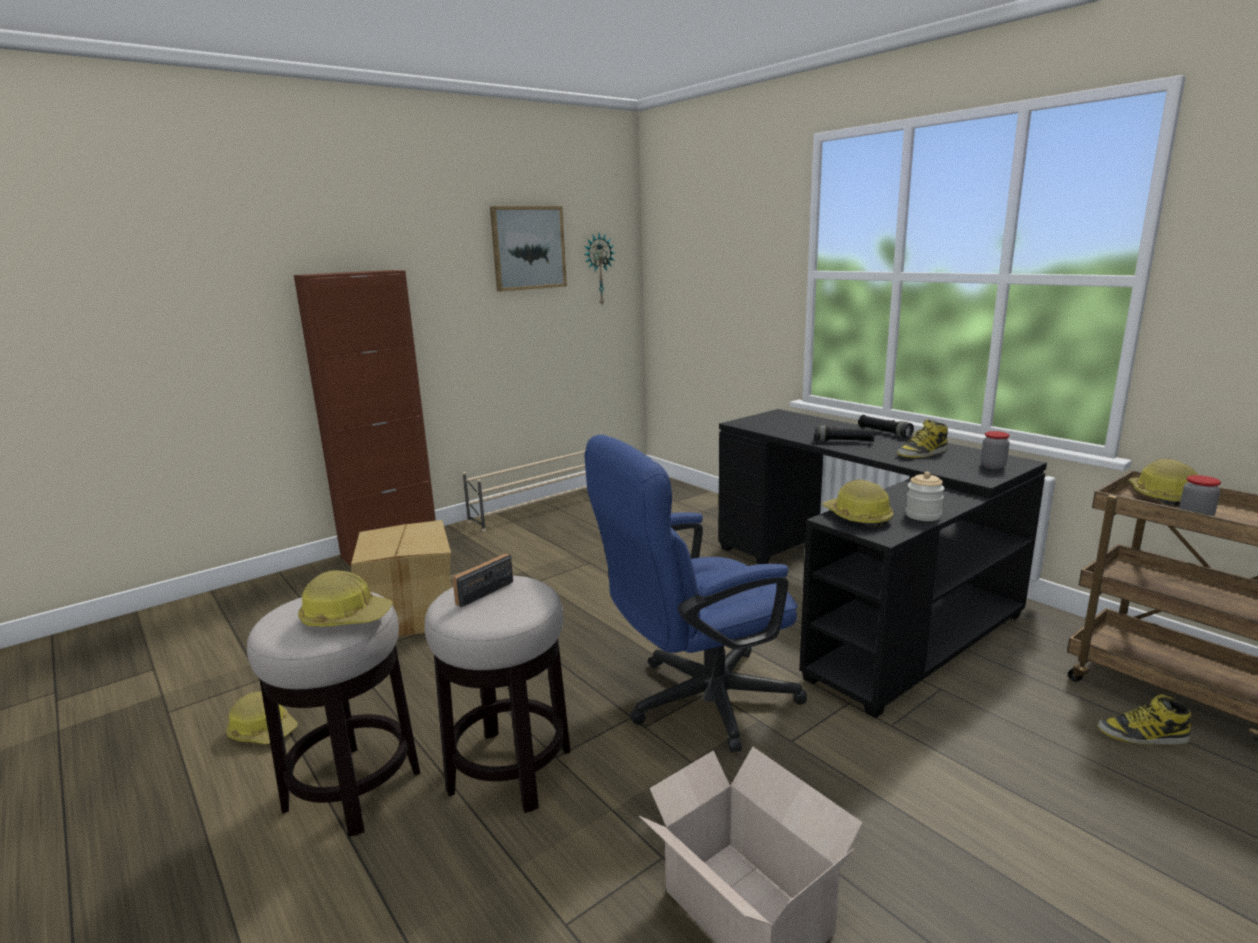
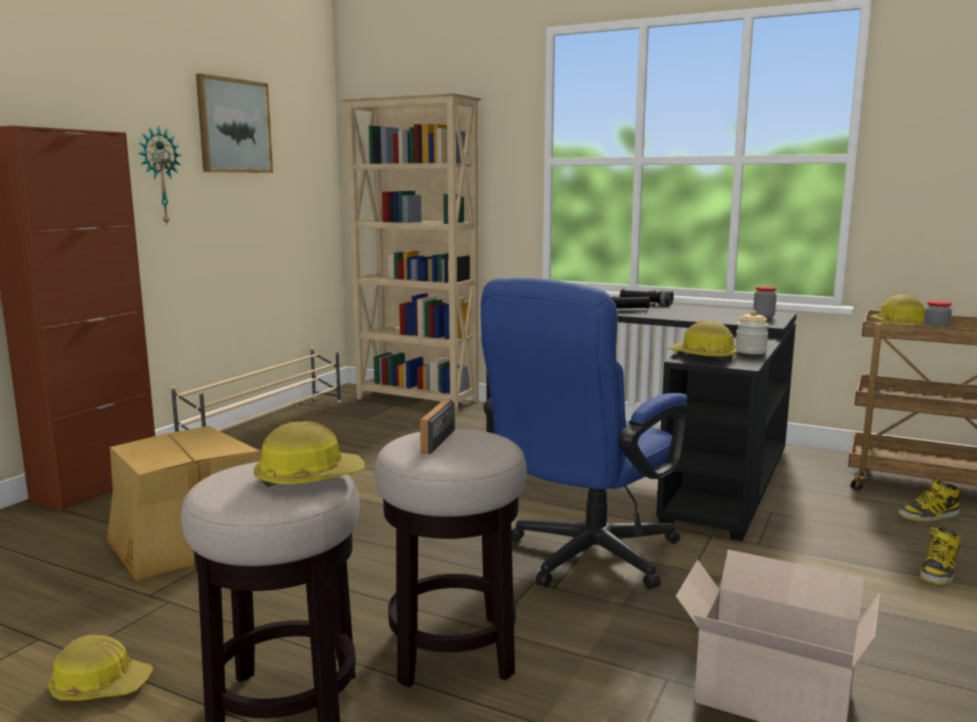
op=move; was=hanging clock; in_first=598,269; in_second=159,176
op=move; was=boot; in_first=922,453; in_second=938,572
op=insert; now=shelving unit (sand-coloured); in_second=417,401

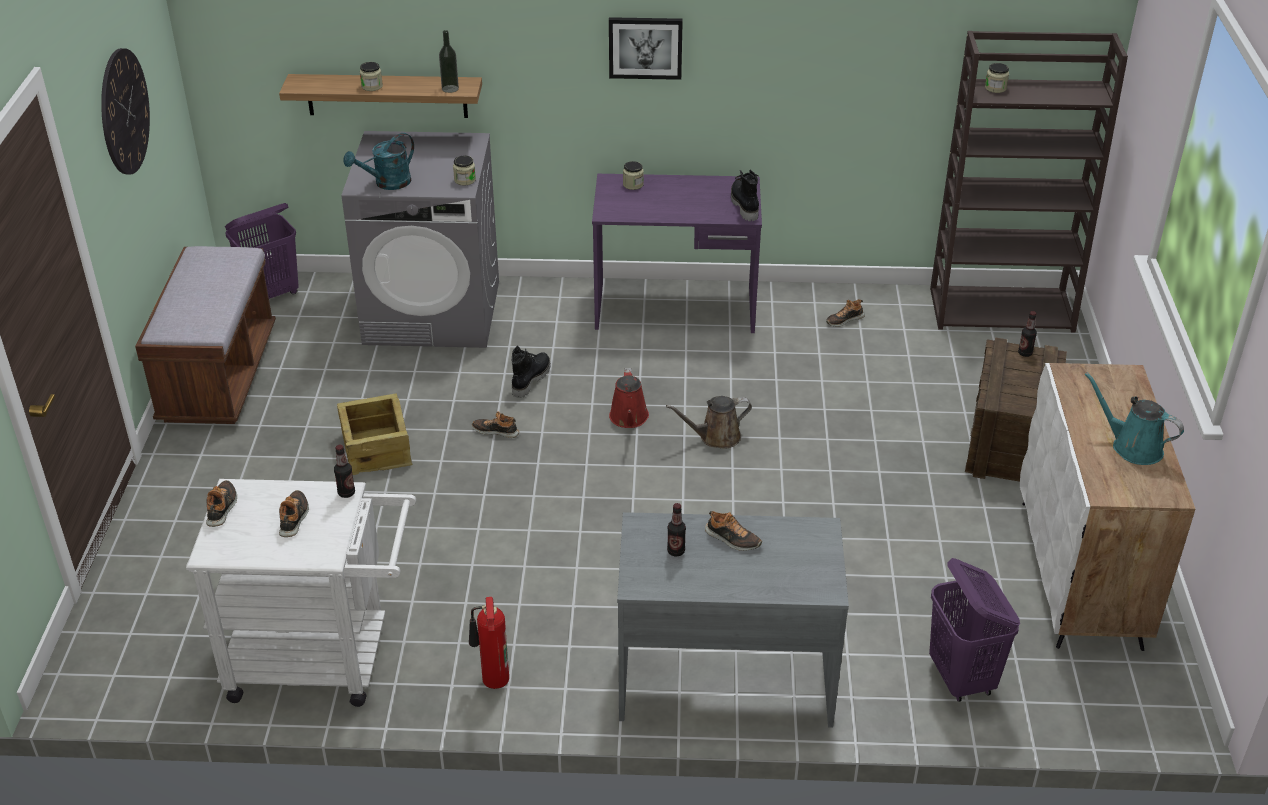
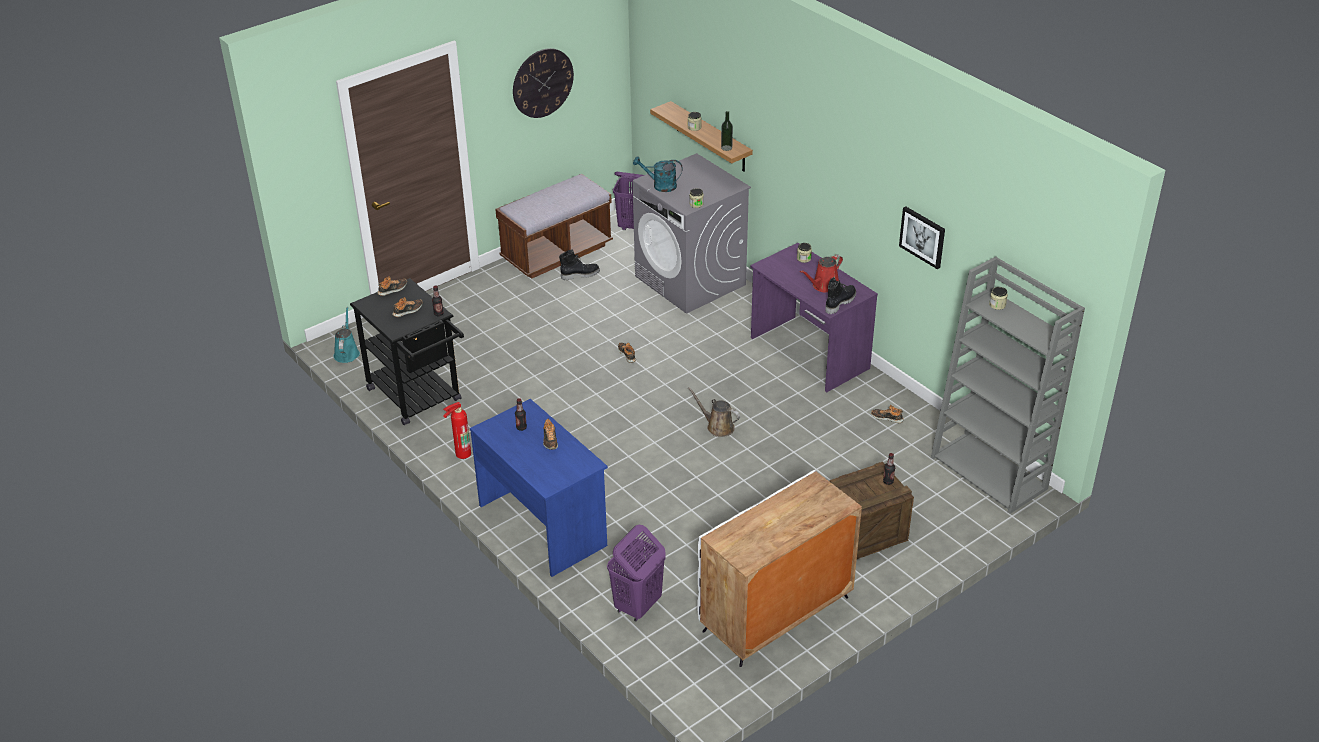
op=move; was=wall picture; in_first=645,47; in_second=923,237
op=recolor; was=shelving unit (brown); now=shelving unit (greyish); in_first=1002,309; in_second=990,473
op=move; was=boot (black); in_first=530,379; in_second=580,274
op=move; was=watering can (red); in_first=629,418; in_second=823,286
op=move; was=watering can (turquoise); in_first=1132,447; in_second=347,353
op=delete; was=crate; in_first=377,448
op=recolor; was=cart (white); now=cart (black); in_first=323,660; in_second=418,398
op=recolor; was=desk (greyish); now=desk (bluish); in_first=724,679; in_second=543,524

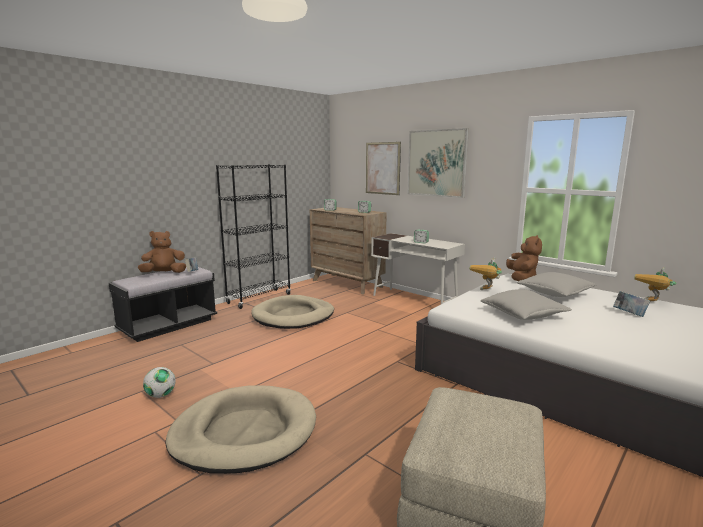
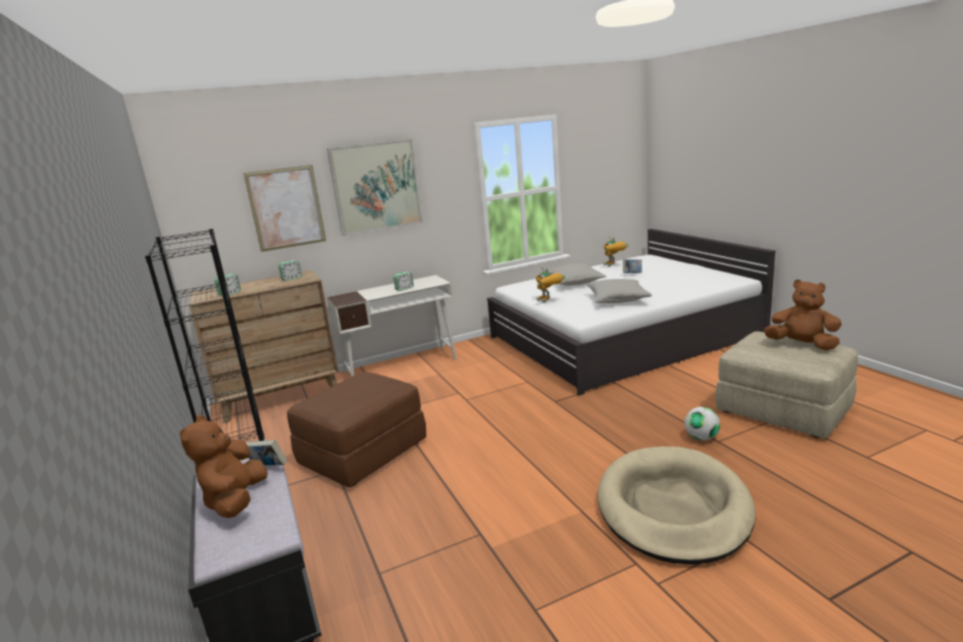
op=move; was=plush toy (brown); in_first=521,278; in_second=802,345
op=replace; was=pet bed (sand-coloured); now=ottoman (brown); in_first=293,316; in_second=363,452
op=move; was=football; in_first=161,395; in_second=701,438

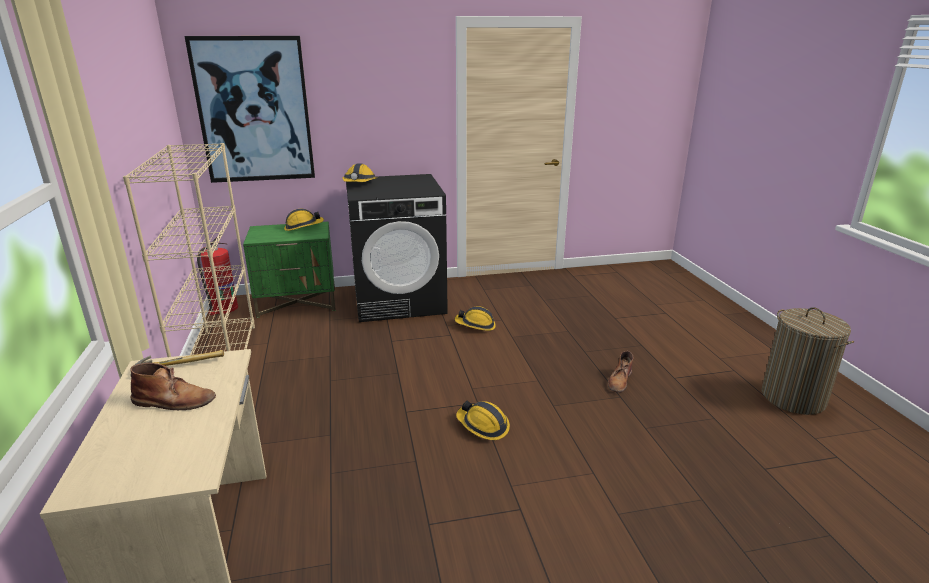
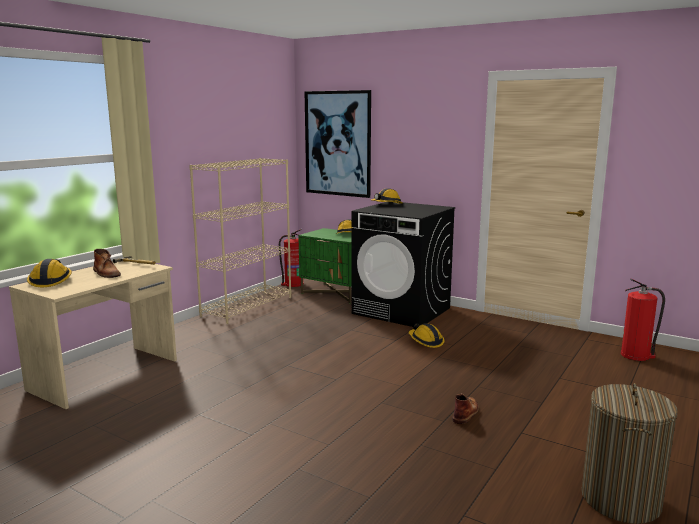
op=rotate; was=boot (brown); in_first=619,381; in_second=466,413; clockwise=135
op=move; was=safety helmet; in_first=483,426; in_second=51,281
op=insert; now=fire extinguisher; in_second=636,355

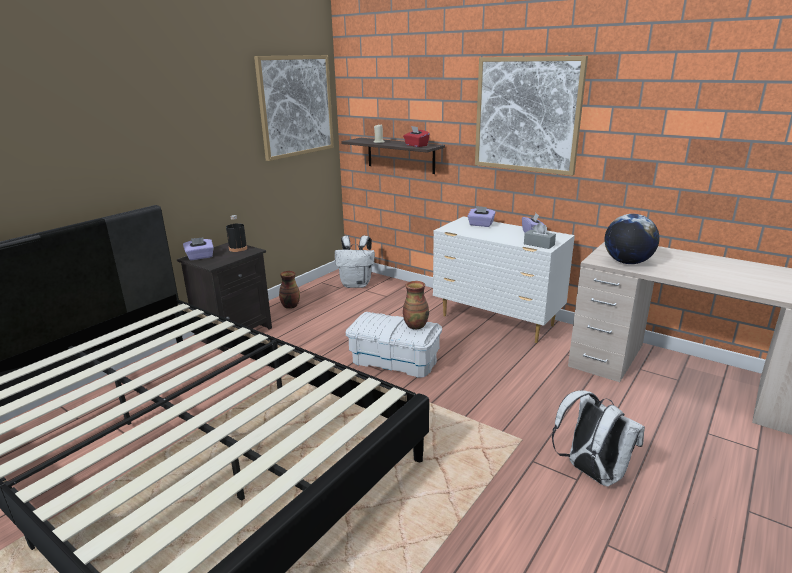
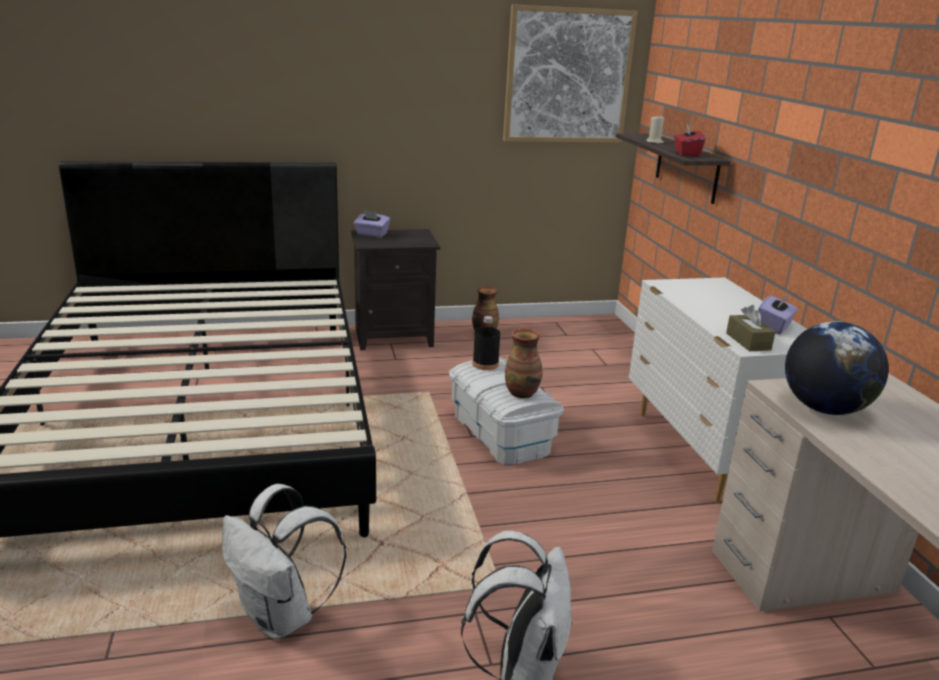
op=delete; was=wall picture; in_first=527,115
op=delete; was=tissue box (purple-coloured); in_first=480,224
op=move; was=drink bottle (black); in_first=238,249; in_second=485,364
op=recolor; was=tissue box (greyish); now=tissue box (brown); in_first=539,244; in_second=748,341
op=move; was=rucksack (white); in_first=356,284; in_second=282,617

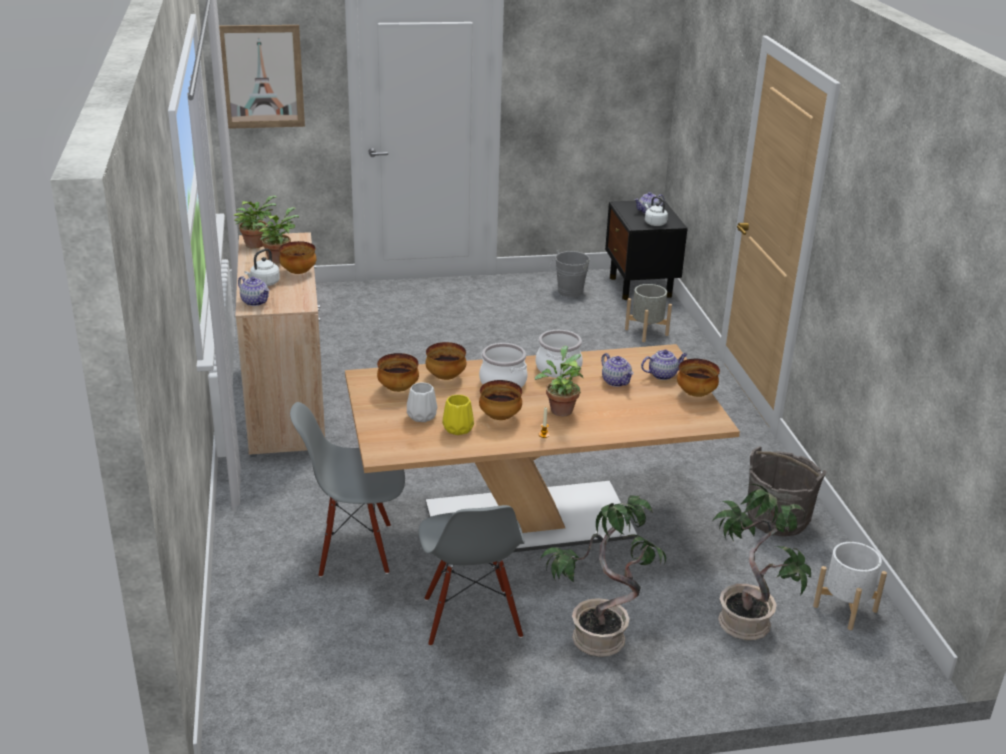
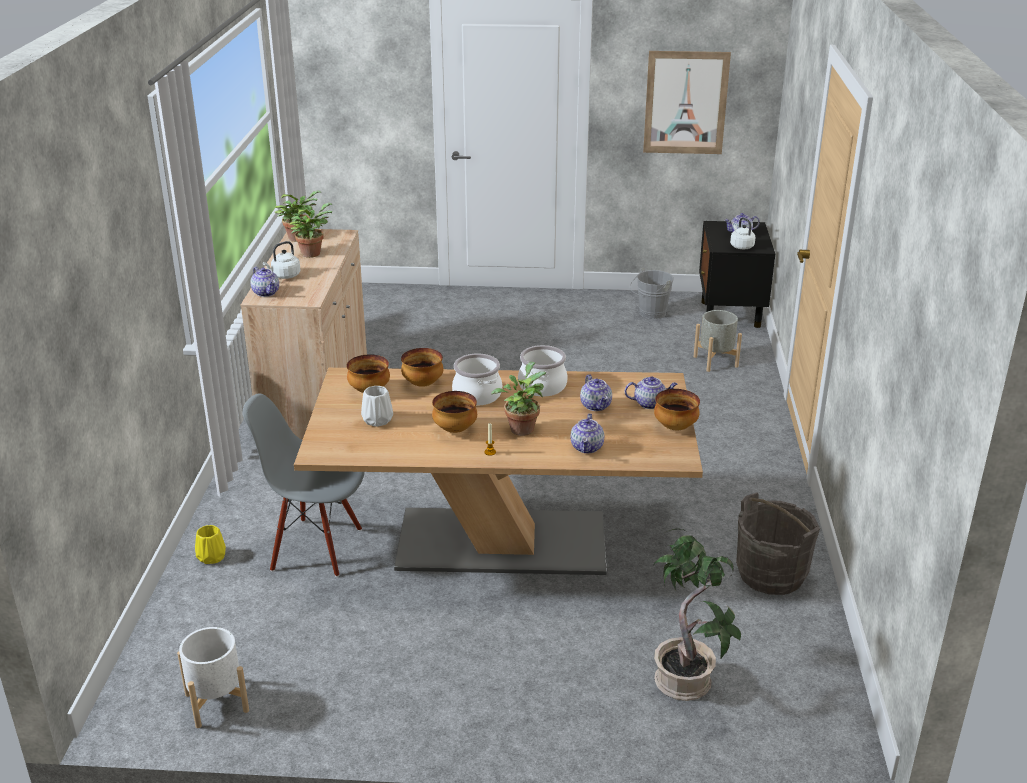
op=move; was=wall picture; in_first=261,77; in_second=685,103
op=delete; was=deep dish; in_first=299,272
op=move; was=flower vase (yellow-coloured); in_first=458,428; in_second=212,557
op=delete; was=plant in a pot; in_first=599,637
op=delete; was=chair (greyish); in_first=471,618
op=move; was=flower pot (white); in_first=845,608; in_second=217,702
op=insert; now=teapot; in_second=587,447

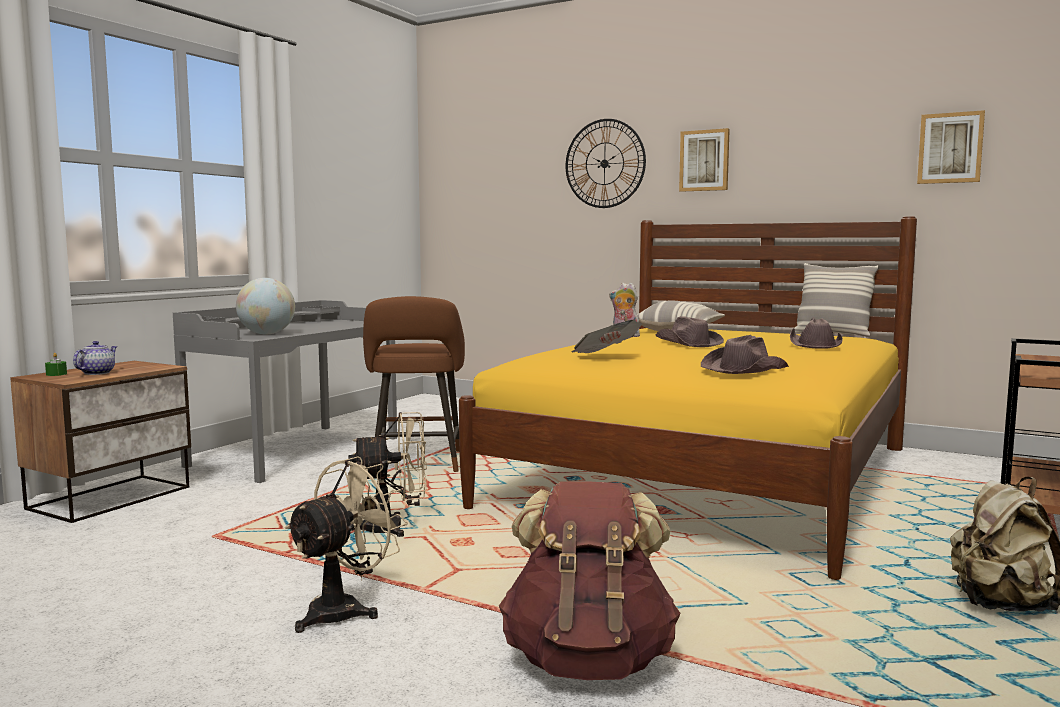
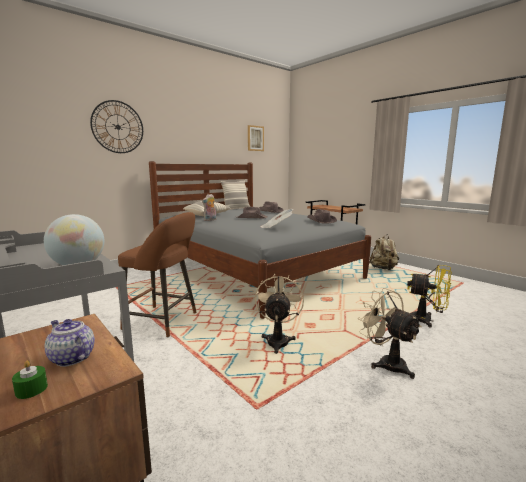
op=delete; was=wall picture; in_first=704,160
op=recolor; was=bed (yellow-coloured); now=bed (greyish); in_first=708,475; in_second=254,271
op=replace; was=rucksack (brown); now=cooling fan (yellow-coloured); in_first=588,660; in_second=427,320

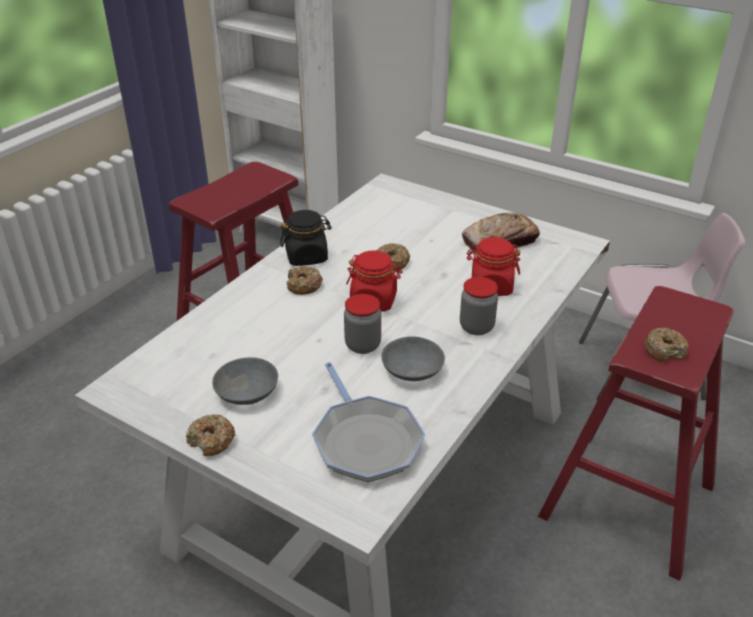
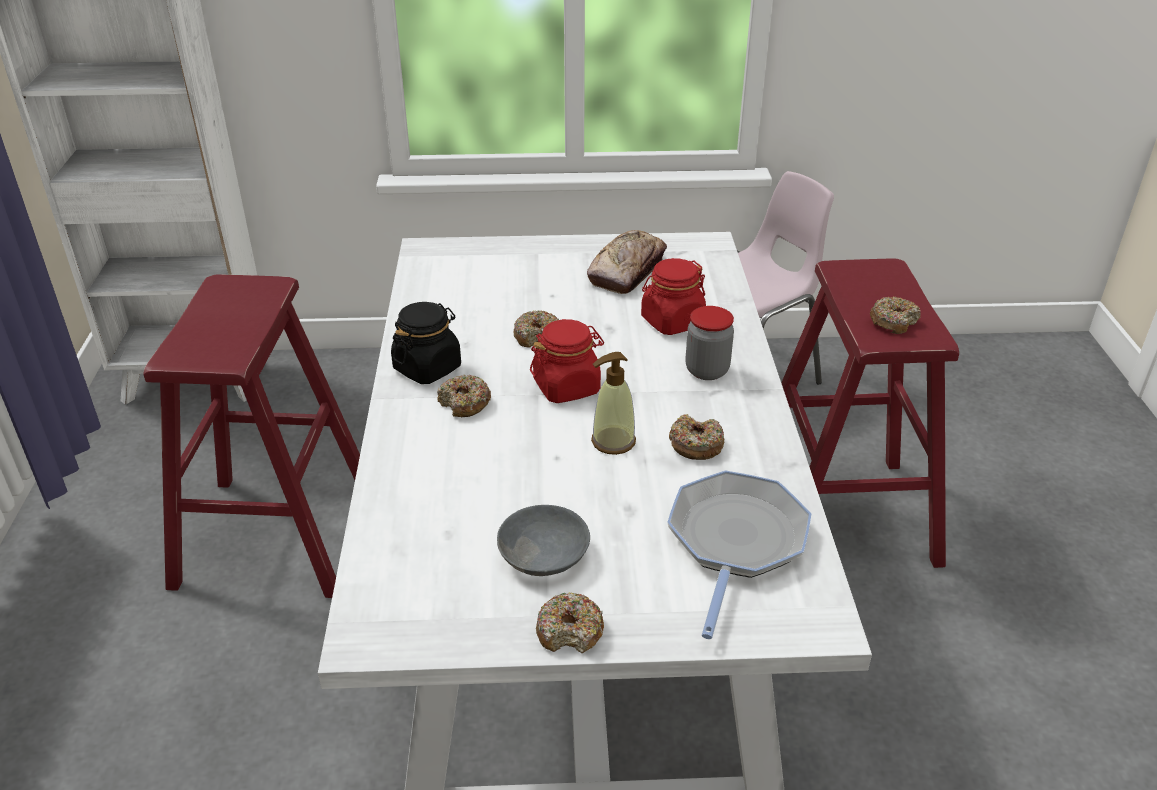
op=replace; was=storage jar; now=soap dispenser; in_first=363,345; in_second=613,441
op=replace; was=deep dish (greyish); now=ring doughnut; in_first=411,370; in_second=695,445
op=rotate; was=skillet; in_first=365,440; in_second=735,541; clockwise=-105

